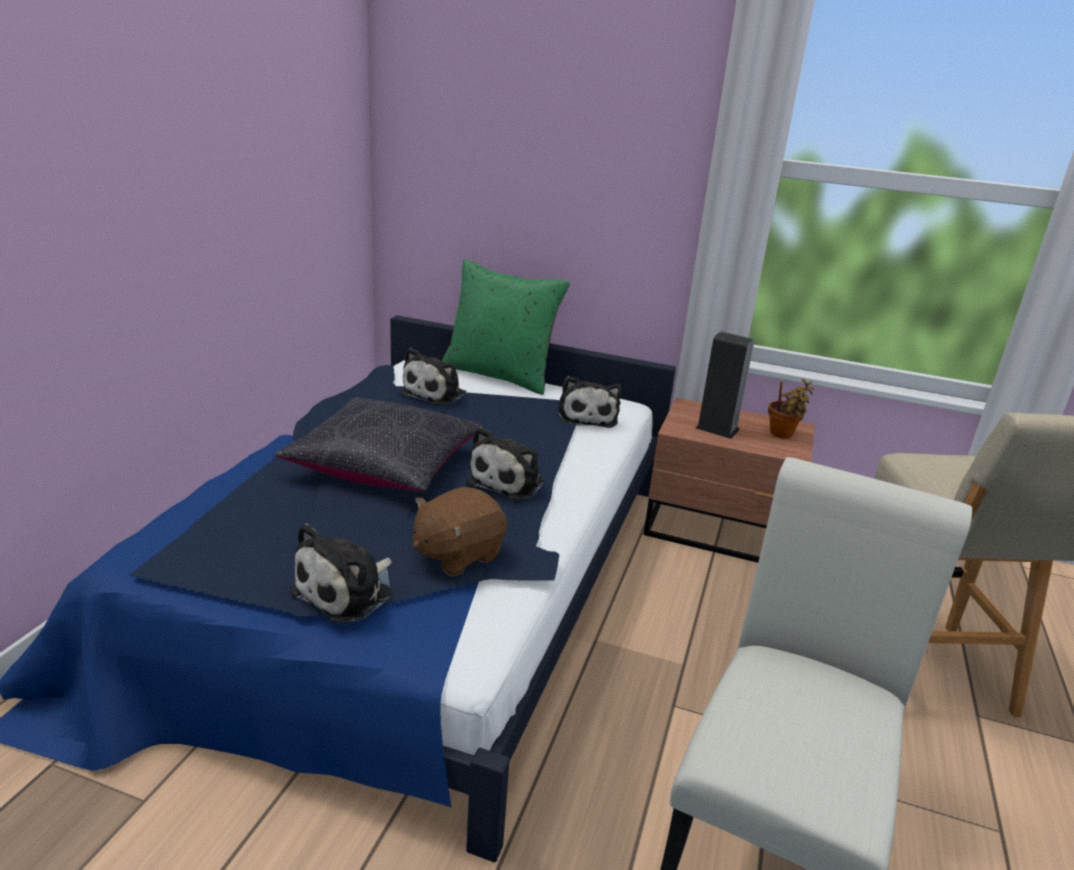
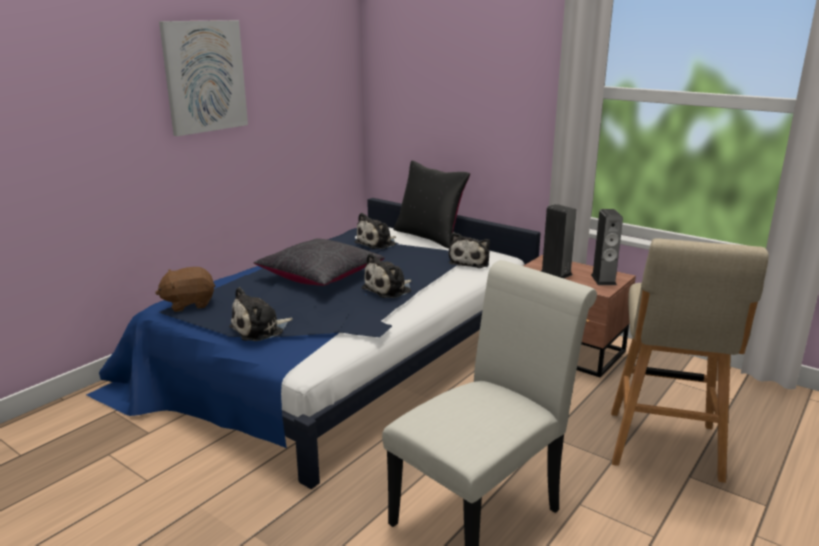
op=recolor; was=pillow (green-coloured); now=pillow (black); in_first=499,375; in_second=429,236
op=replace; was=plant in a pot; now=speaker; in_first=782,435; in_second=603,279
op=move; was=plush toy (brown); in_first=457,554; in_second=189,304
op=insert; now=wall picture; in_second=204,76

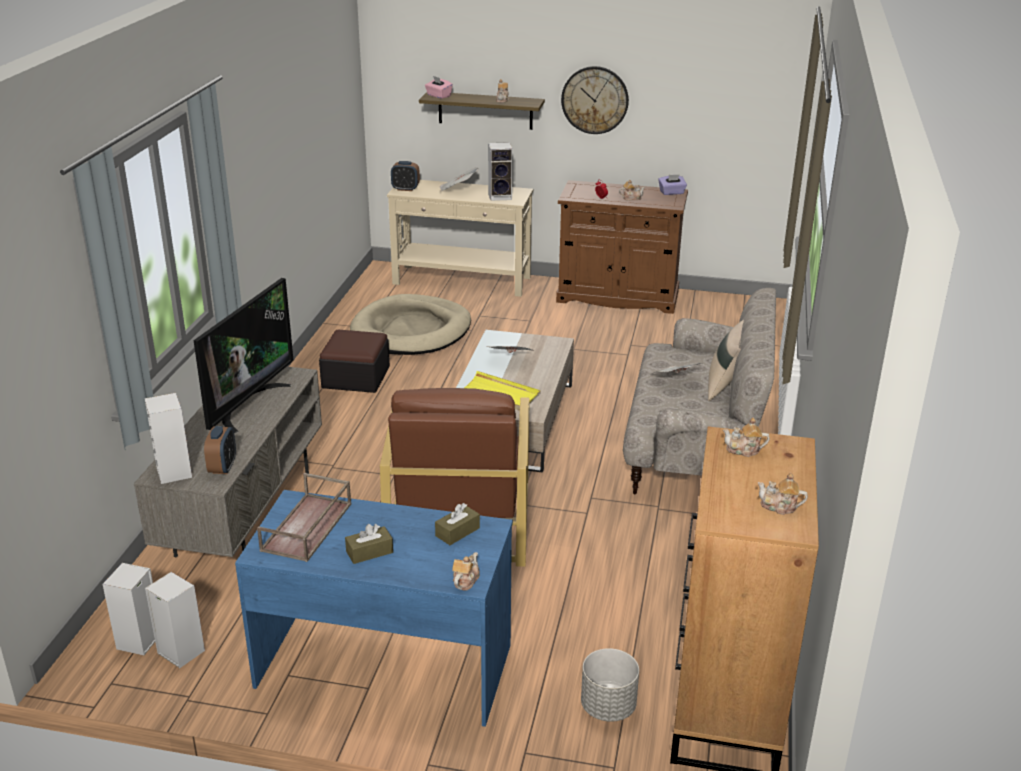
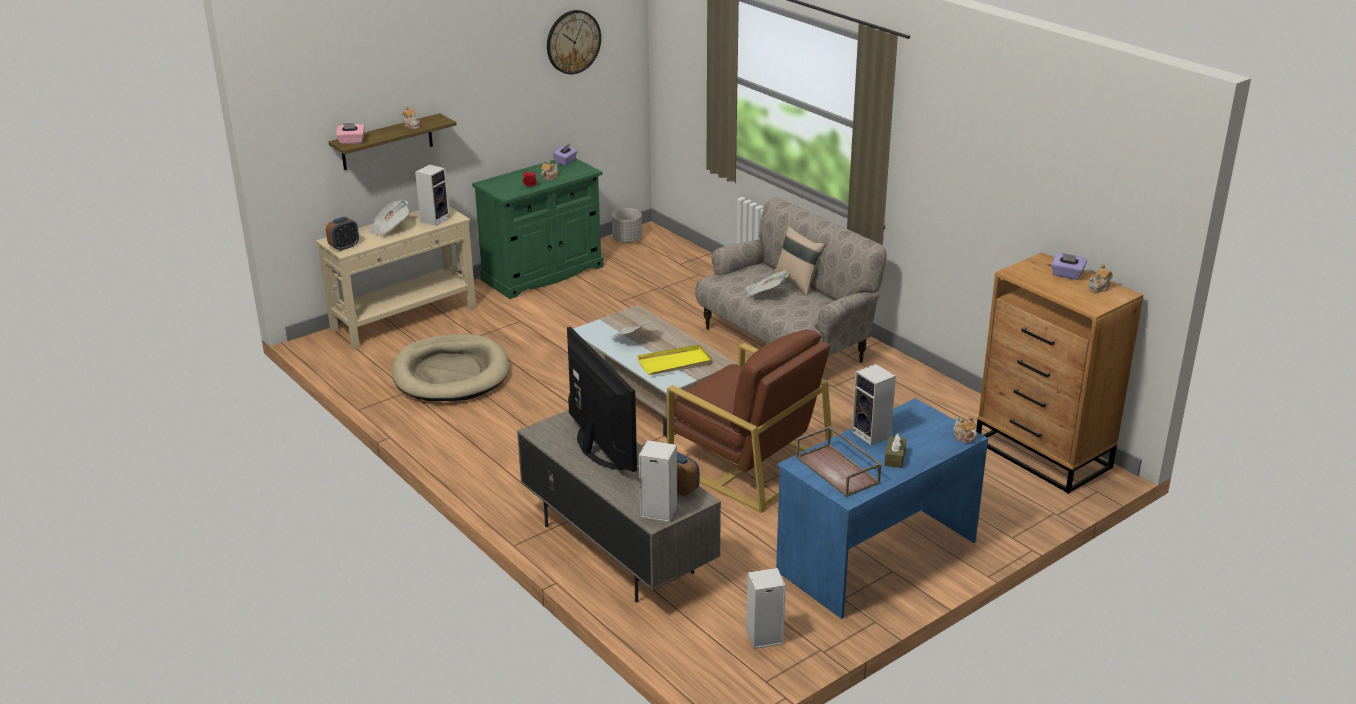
op=move; was=hanging clock; in_first=595,100; in_second=573,42
op=recolor; was=cabinet (brown); now=cabinet (green-coloured); in_first=617,296; in_second=543,273
op=delete; was=ottoman; in_first=356,377
op=delete; was=teapot; in_first=744,450
op=delete; was=tissue box (brown); in_first=457,532
op=move; was=speaker; in_first=139,642; in_second=872,434
op=move; was=flower pot (greyish); in_first=608,707; in_second=627,240
op=insert; now=tissue box (purple-coloured); in_second=1067,275

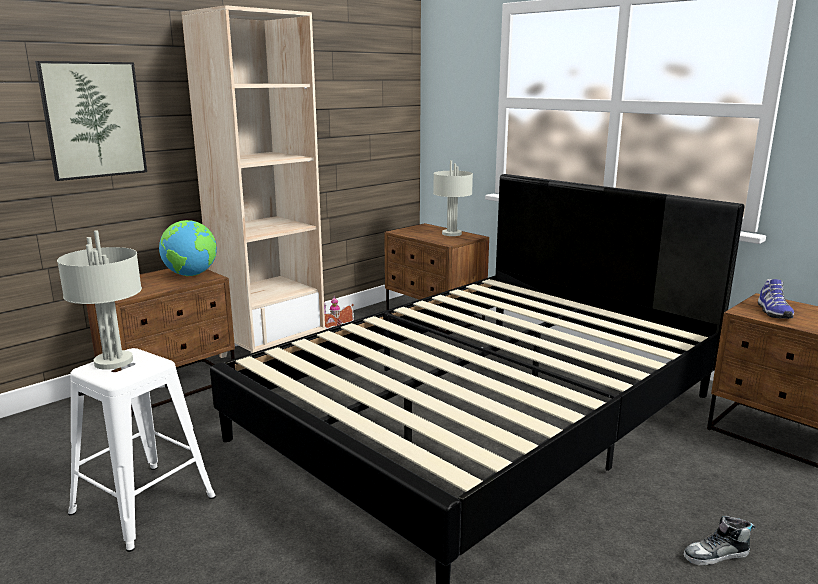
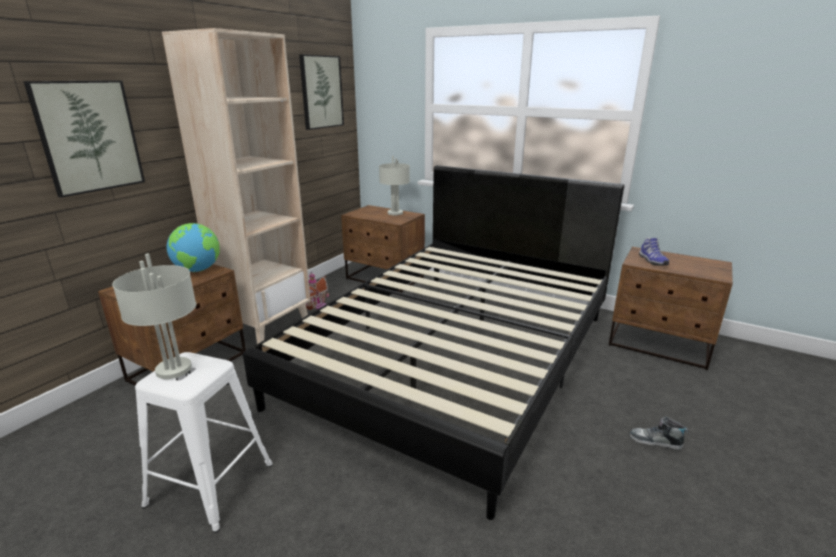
op=rotate; was=item of footwear; in_first=716,555; in_second=655,441; clockwise=45
op=insert; now=wall picture; in_second=321,92

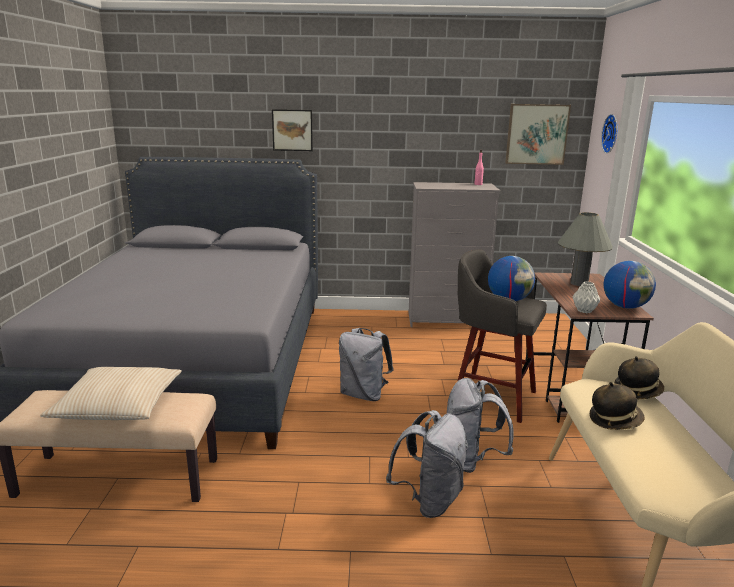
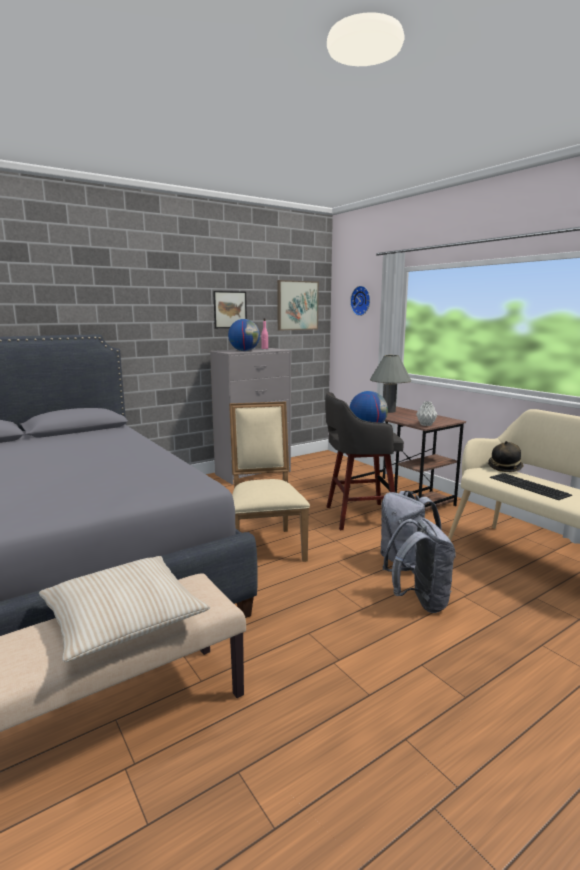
op=move; was=wall picture; in_first=292,130; in_second=230,309
op=move; was=world globe; in_first=625,307; in_second=244,351
op=replace; was=rucksack (greyish); now=chair (sand-coloured); in_first=364,394; in_second=265,544
op=replace; was=wearable hat; now=PC keyboard; in_first=614,420; in_second=527,486

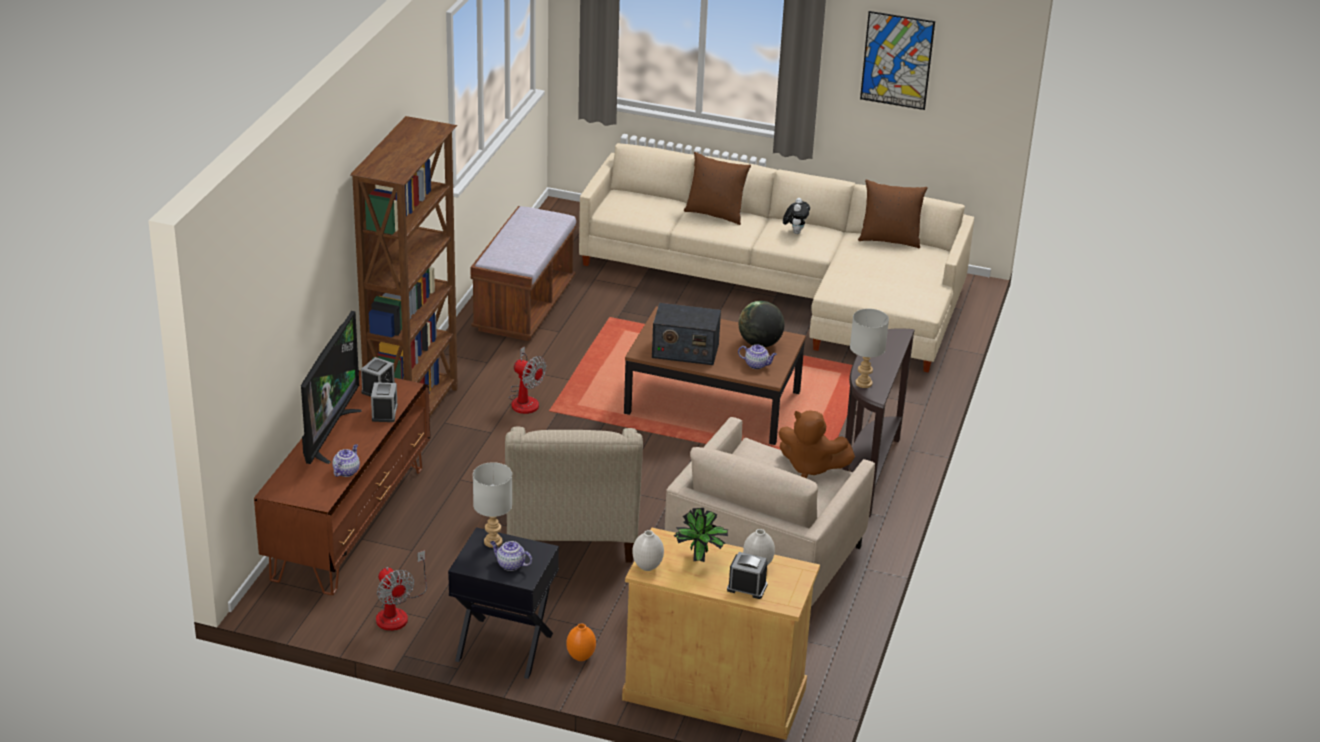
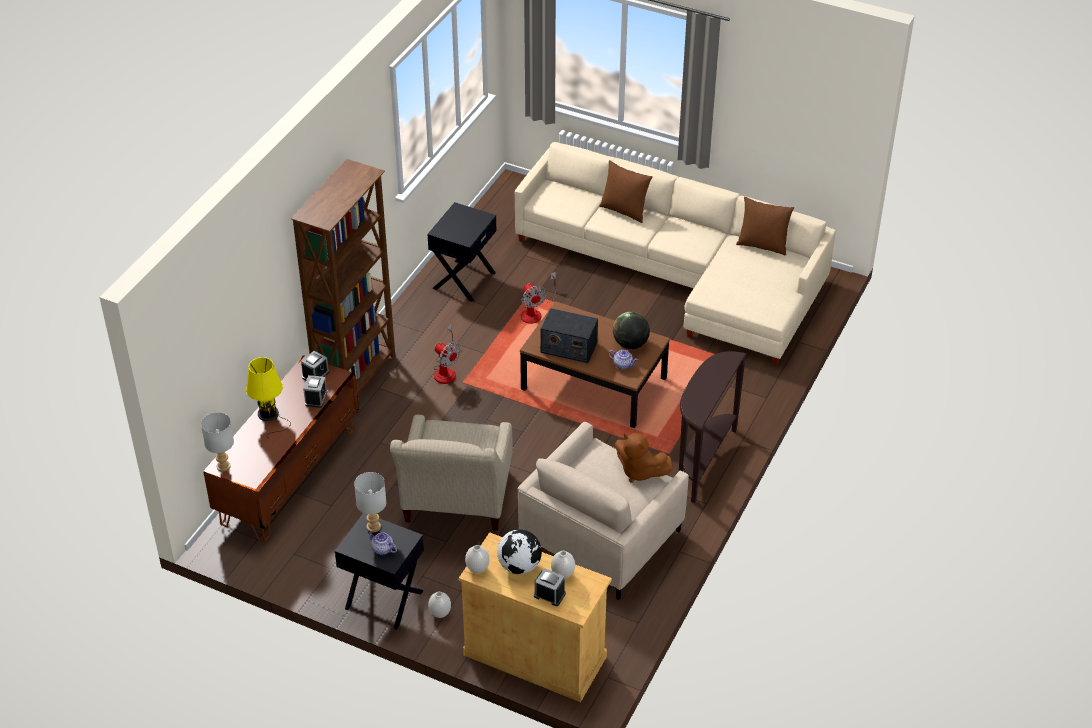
op=delete; was=wall picture; in_first=897,60
op=delete; was=plush toy; in_first=795,231
op=replace; was=bench (brown); now=night table (black); in_first=524,307; in_second=463,280
op=move; was=table lamp (greyish); in_first=864,383; in_second=224,466
op=replace; was=TV; now=table lamp (yellow-coloured); in_first=328,434; in_second=269,415
op=delete; was=teapot; in_first=346,471
op=replace; was=plant in a pot; now=world globe; in_first=700,560; in_second=519,566
op=move; was=cooling fan; in_first=397,612; in_second=535,312
op=recolor; was=flower vase (orangey); now=flower vase (white); in_first=580,657; in_second=440,614

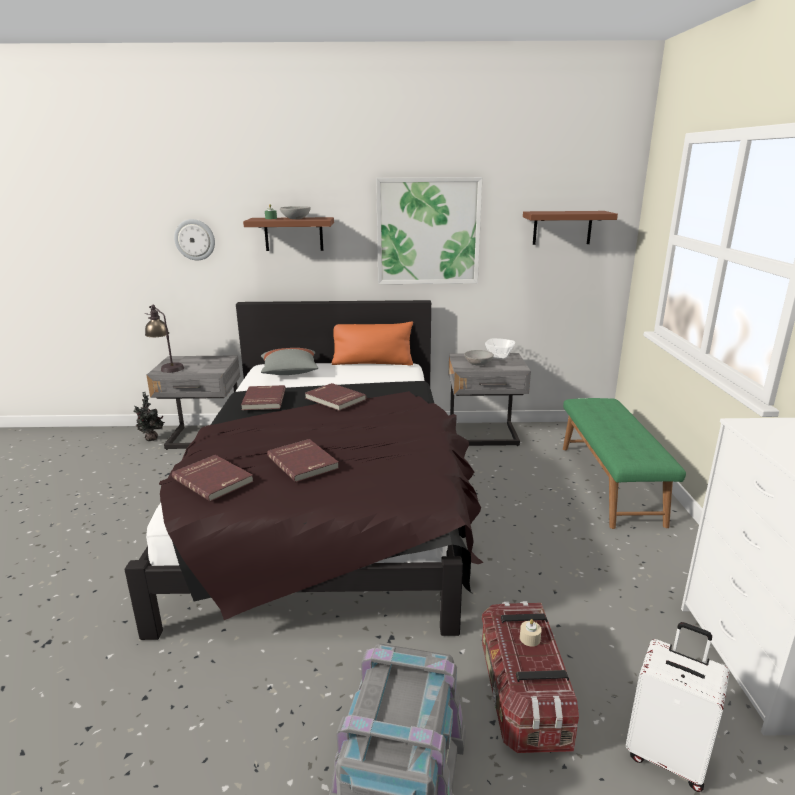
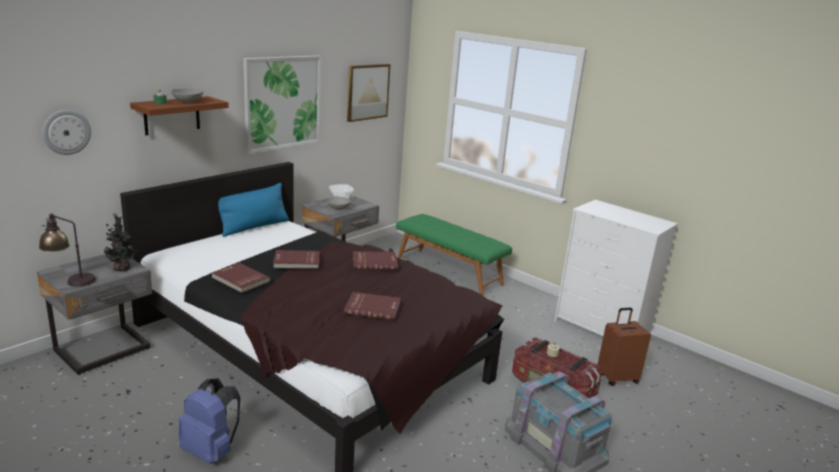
op=replace; was=shelf (brown); now=wall picture; in_first=562,227; in_second=367,92
op=recolor; was=pillow (orangey); now=pillow (bluish); in_first=372,363; in_second=254,227
op=delete; was=pillow (greyish); in_first=290,372
op=move; was=plant in a pot; in_first=151,439; in_second=123,269
op=move; was=book (red); in_first=214,480; in_second=374,262
op=recolor; was=travel case (white); now=travel case (brown); in_first=667,755; in_second=617,378
op=insert; now=rucksack (bluish); in_second=211,451

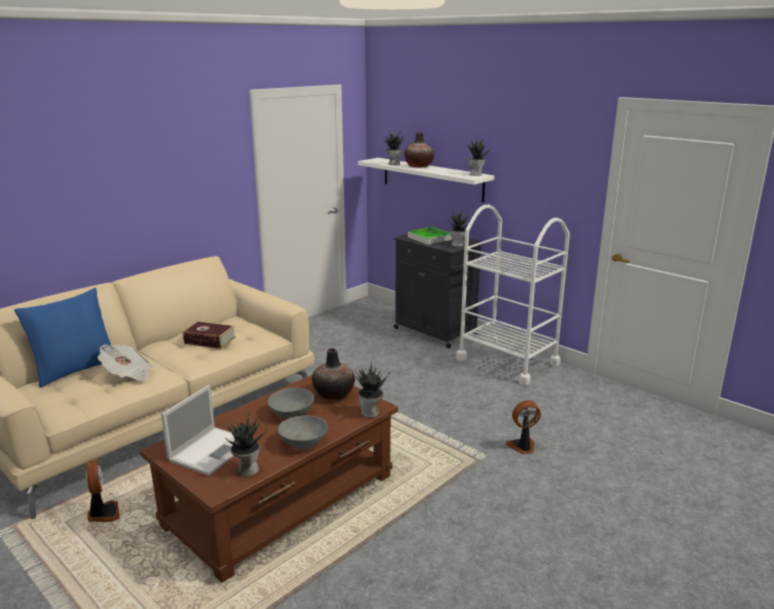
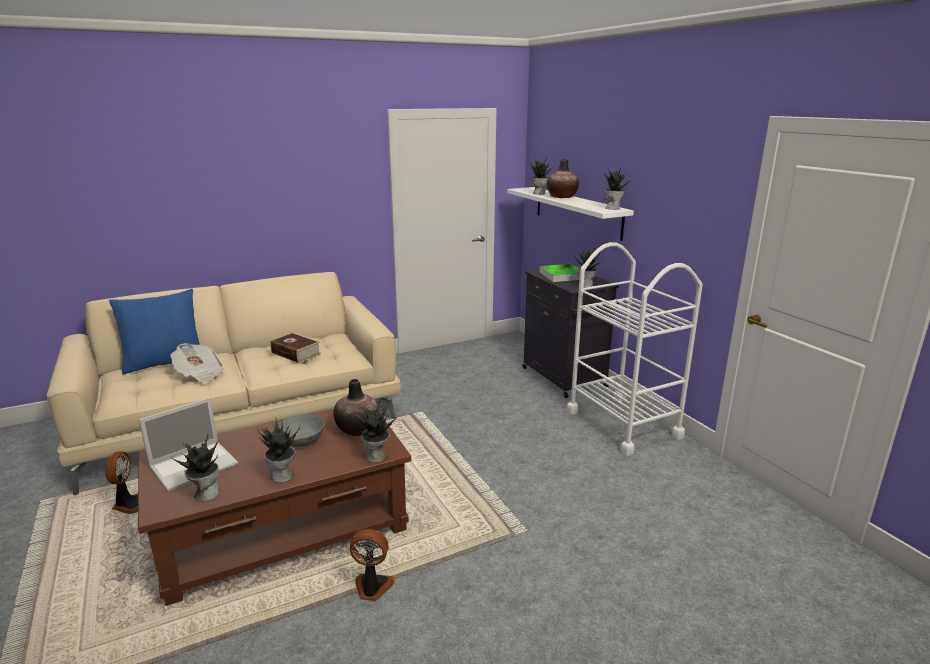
op=move; was=cooling fan; in_first=522,447; in_second=372,588
op=replace; was=deep dish (greyish); now=plant in a pot; in_first=303,443; in_second=283,476

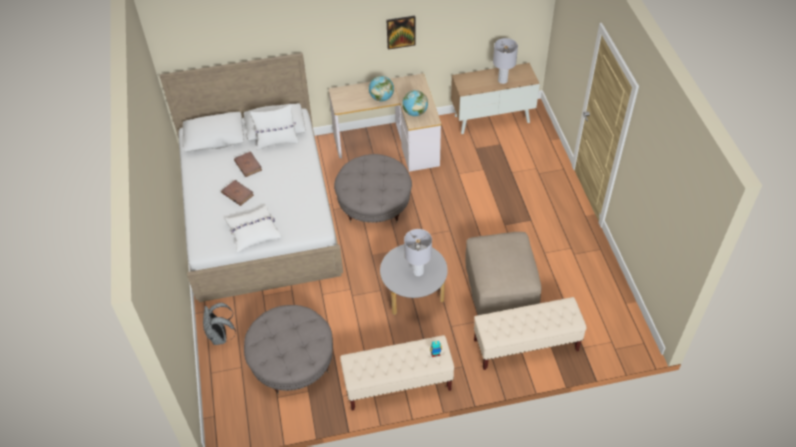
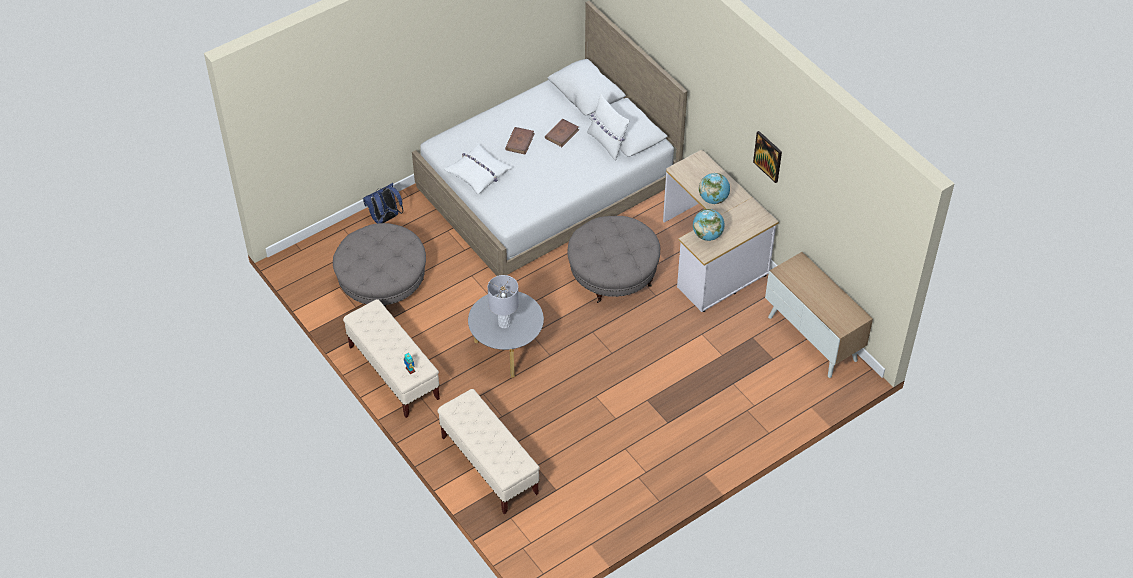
op=delete; was=table lamp (greyish); in_first=502,80
op=delete; was=ottoman (sand-coloured); in_first=501,285
op=recolor; was=rucksack (greyish); now=rucksack (bluish); in_first=220,337; in_second=385,219

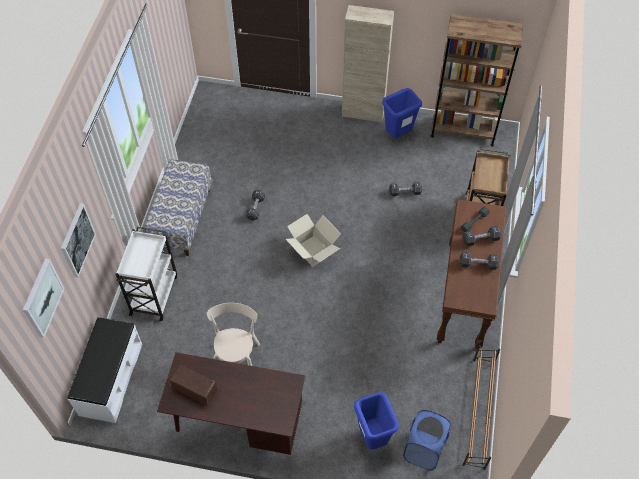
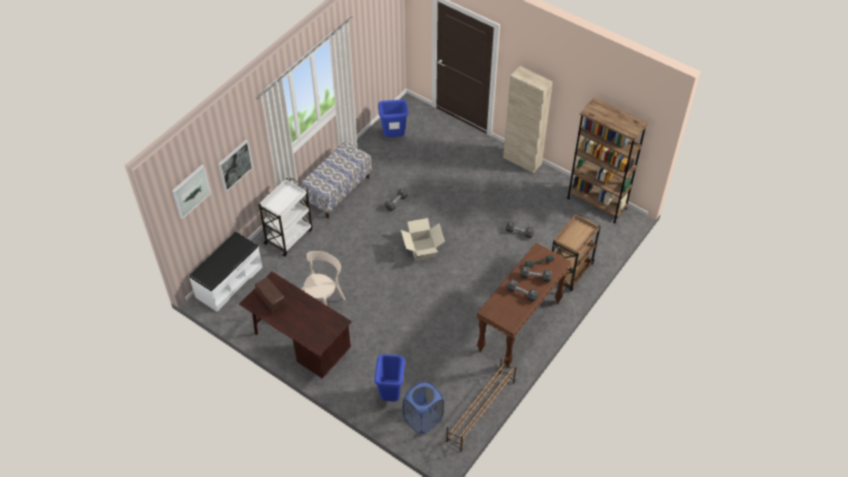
op=move; was=waste bin (bluish); in_first=398,134; in_second=394,137

